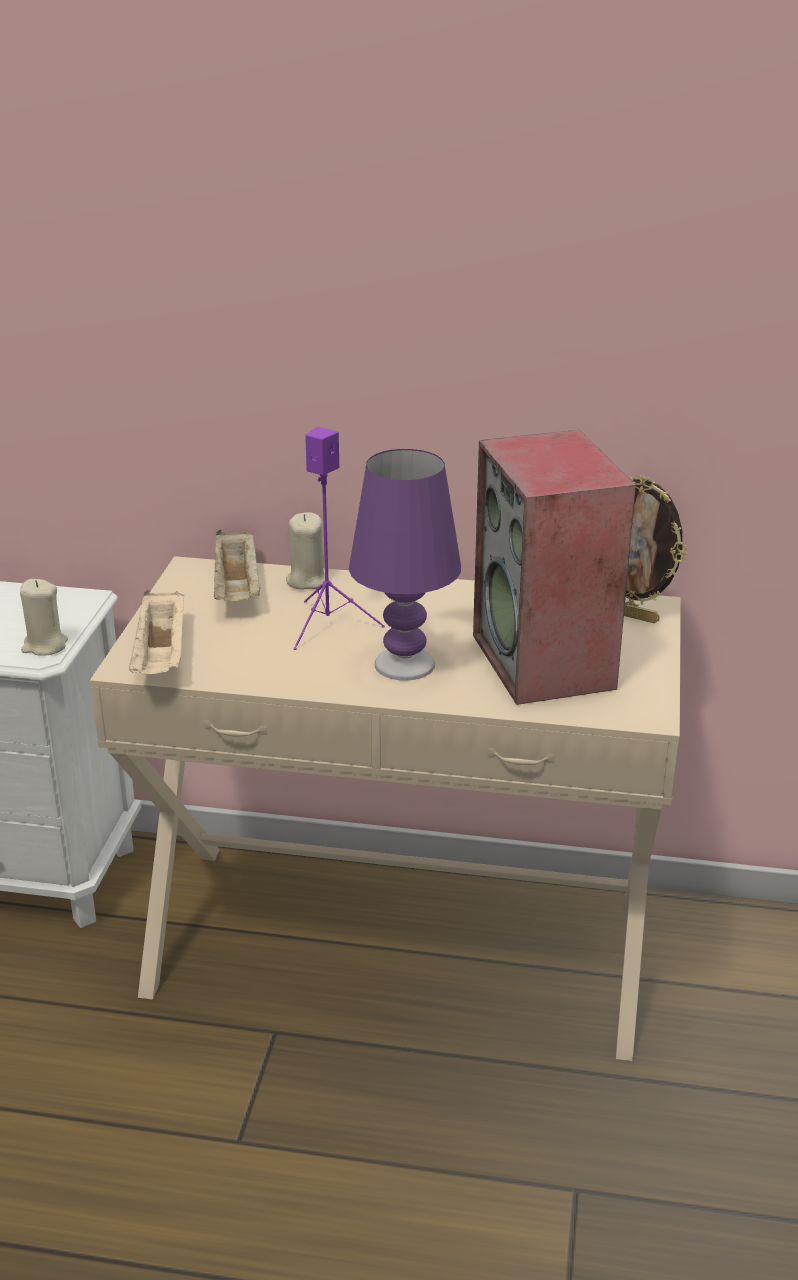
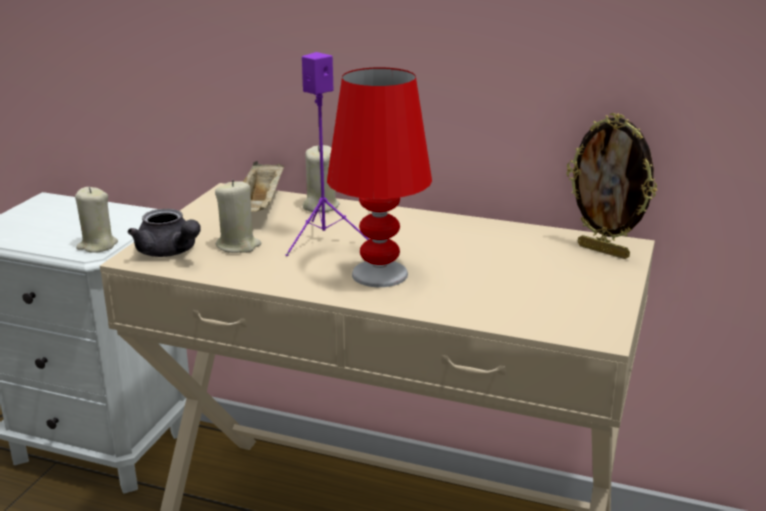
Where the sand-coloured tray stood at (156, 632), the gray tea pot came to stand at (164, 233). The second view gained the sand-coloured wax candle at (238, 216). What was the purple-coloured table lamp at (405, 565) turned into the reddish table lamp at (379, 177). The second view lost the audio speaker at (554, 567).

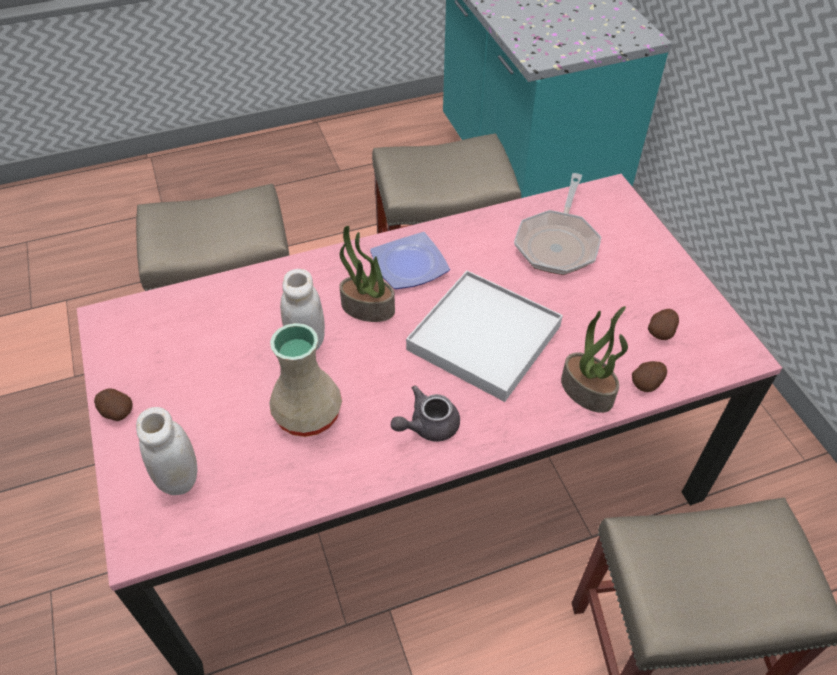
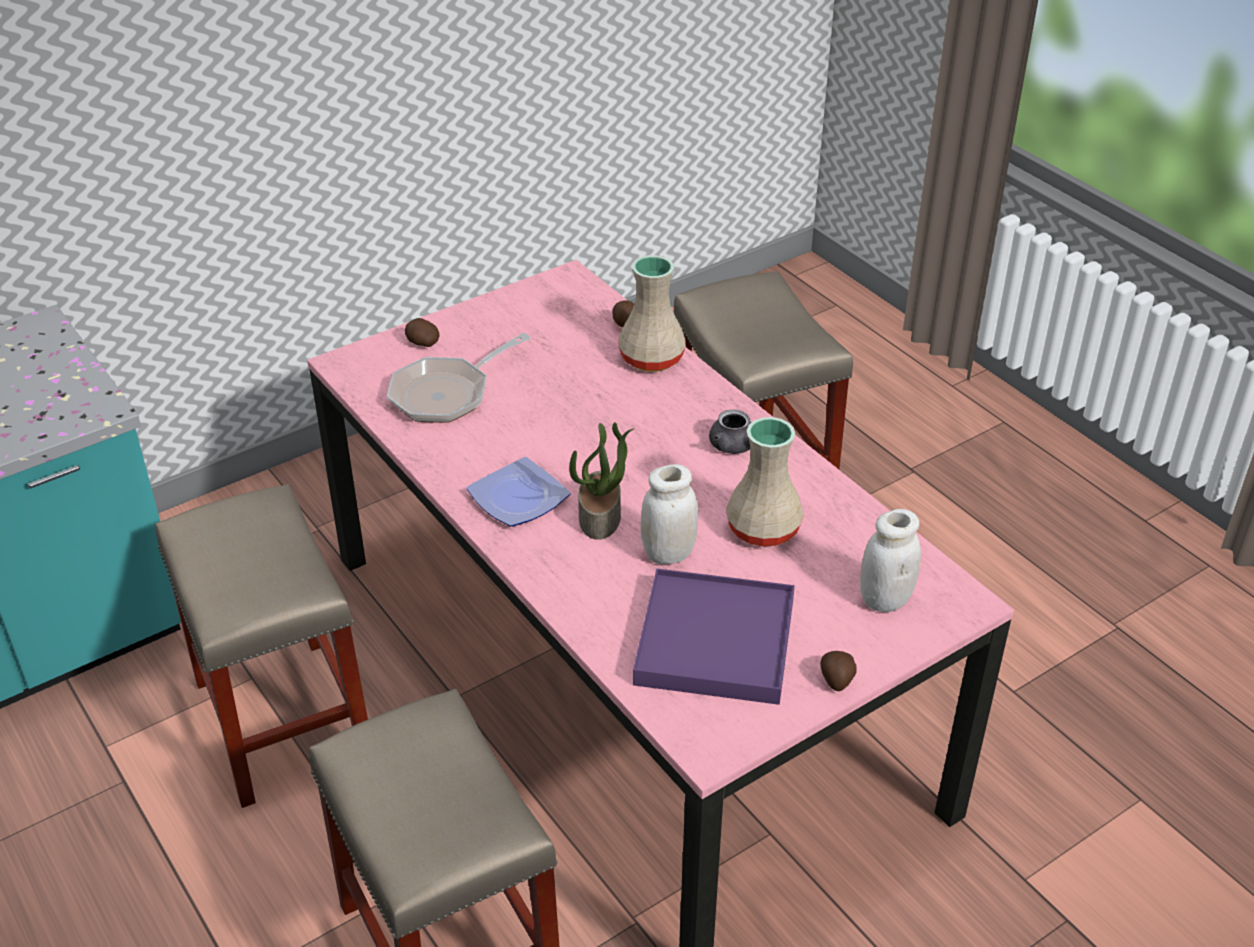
The skillet at (557, 224) ended up facing another way, 135 degrees clockwise from before. The whole potato ended up elsewhere, having gone from (663, 324) to (422, 332). Where the plant in a pot stood at (594, 359), the sand-coloured vase came to stand at (652, 313). The second view gained the purple-coloured tray at (714, 637). The second view lost the white-coloured tray at (484, 336).

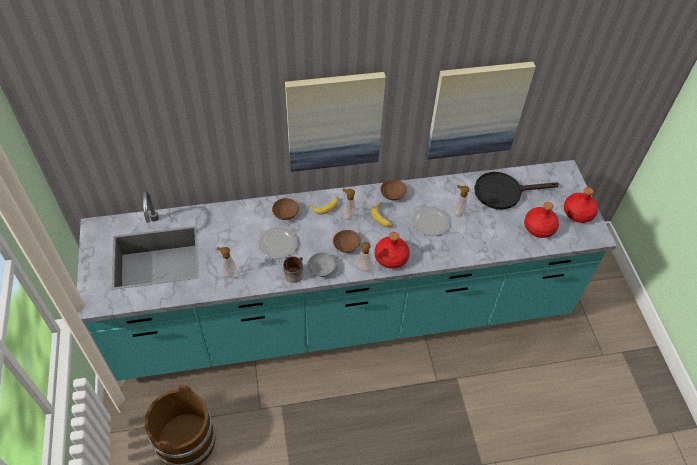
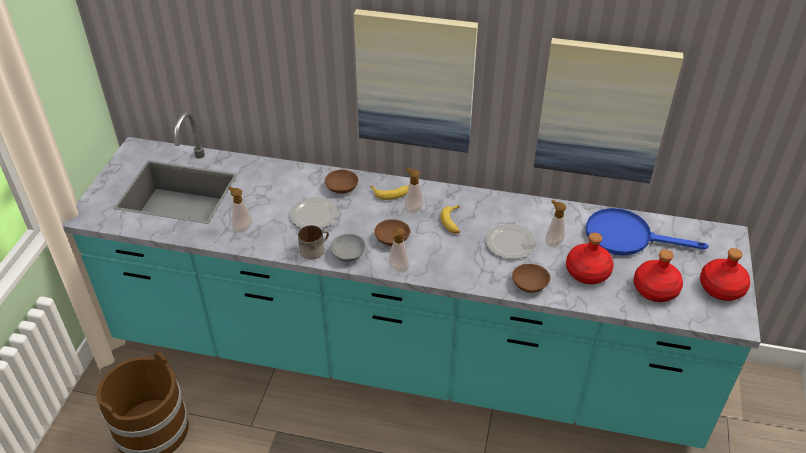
The brown-coloured serving bowl ended up elsewhere, having gone from (393, 189) to (531, 278). The reddish bottle ended up elsewhere, having gone from (392, 250) to (590, 258). What was the blackish skillet at (516, 190) turned into the bluish skillet at (647, 232).

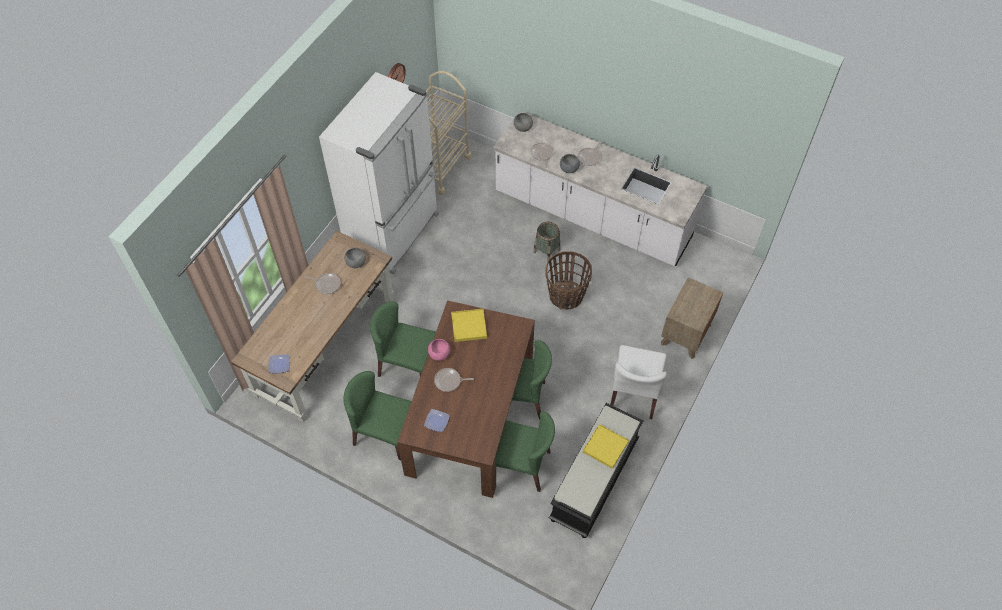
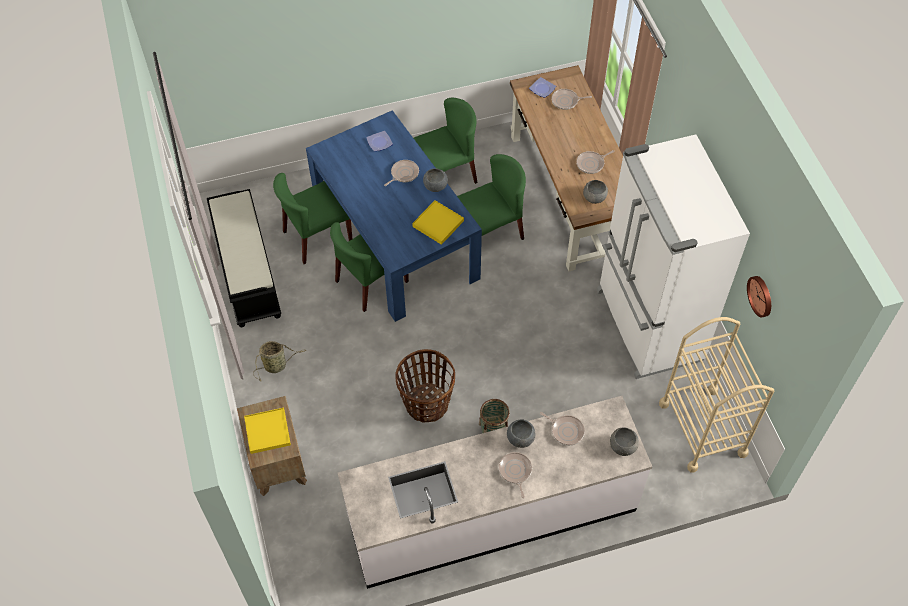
The yellow-coloured tray ended up elsewhere, having gone from (606, 446) to (267, 431). Where the white-coloured chair stood at (638, 382), the basket came to stand at (280, 361). What was the brown-coloured kitchen table at (466, 399) turned into the bluish kitchen table at (394, 216). What was the pinkish serving bowl at (439, 350) turned into the gray serving bowl at (435, 180). The second view gained the skillet at (572, 99).

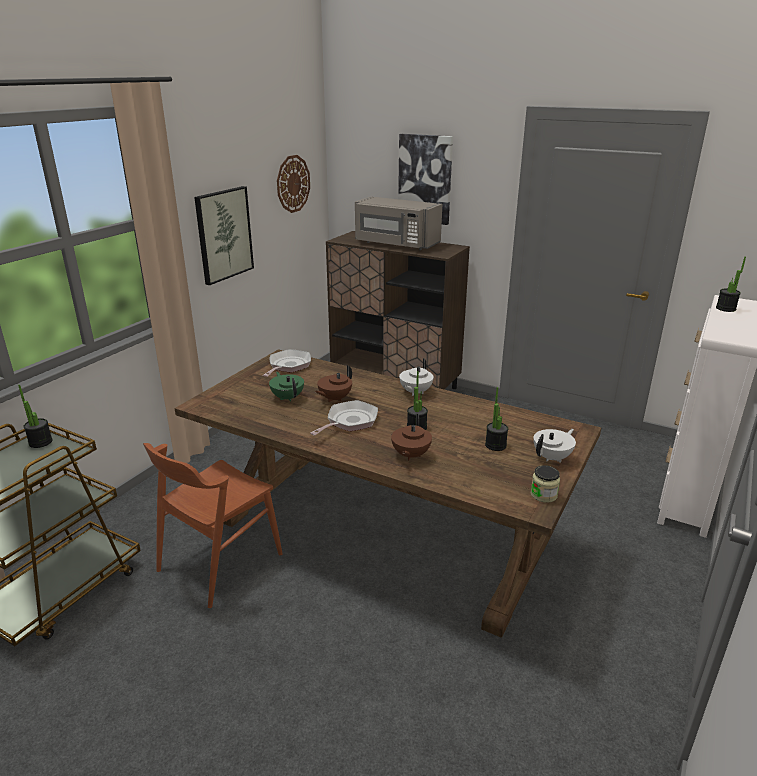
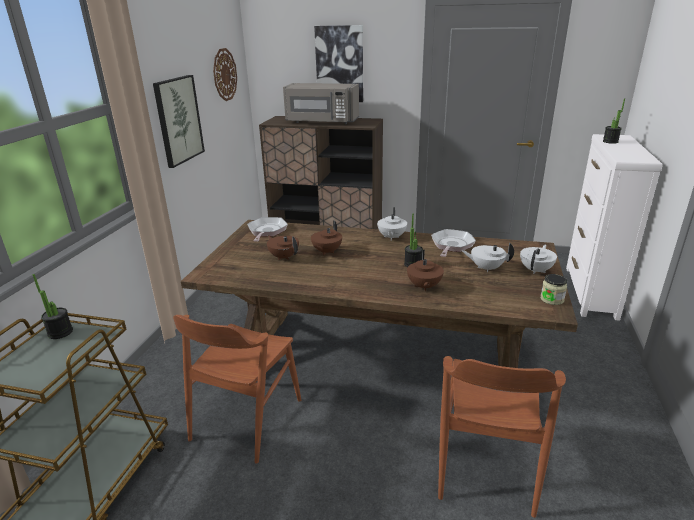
What was the green tea pot at (286, 387) turned into the brown-coloured tea pot at (283, 247). The skillet ended up elsewhere, having gone from (344, 417) to (453, 243). The second view gained the brown-coloured chair at (502, 437). Where the plant in a pot stood at (496, 419), the white-coloured tea pot came to stand at (488, 257).

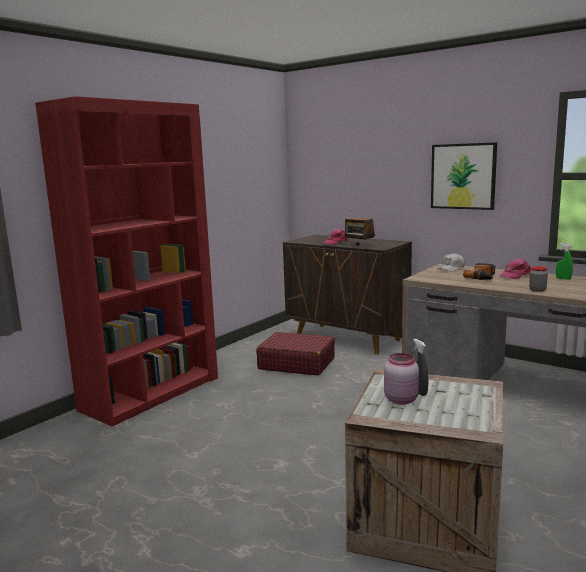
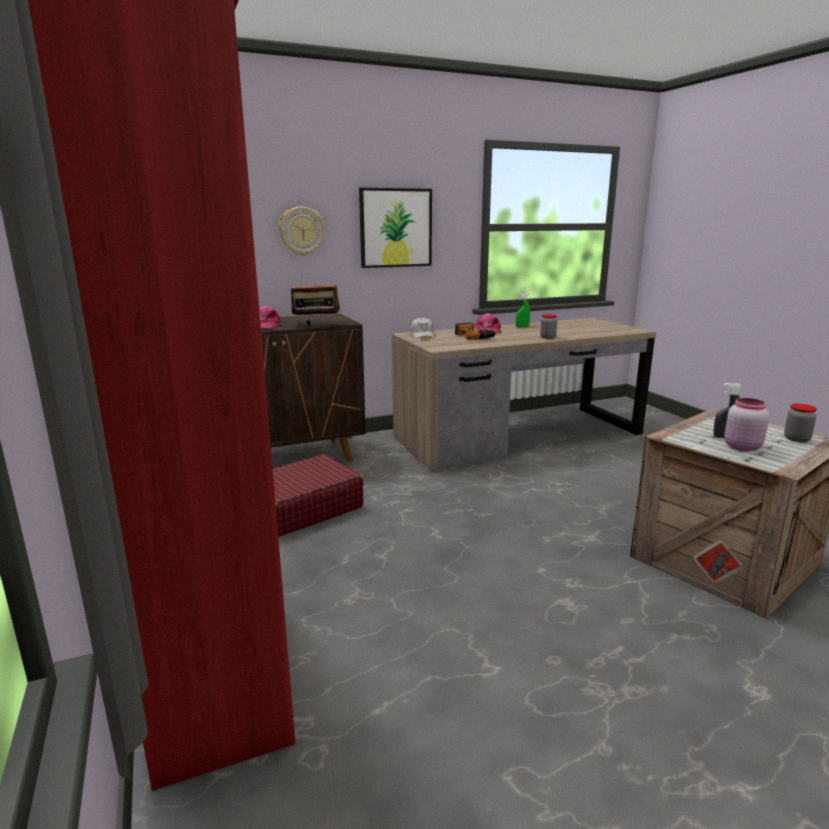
The second view gained the wall clock at (302, 231). The second view gained the preserve jar at (800, 423).

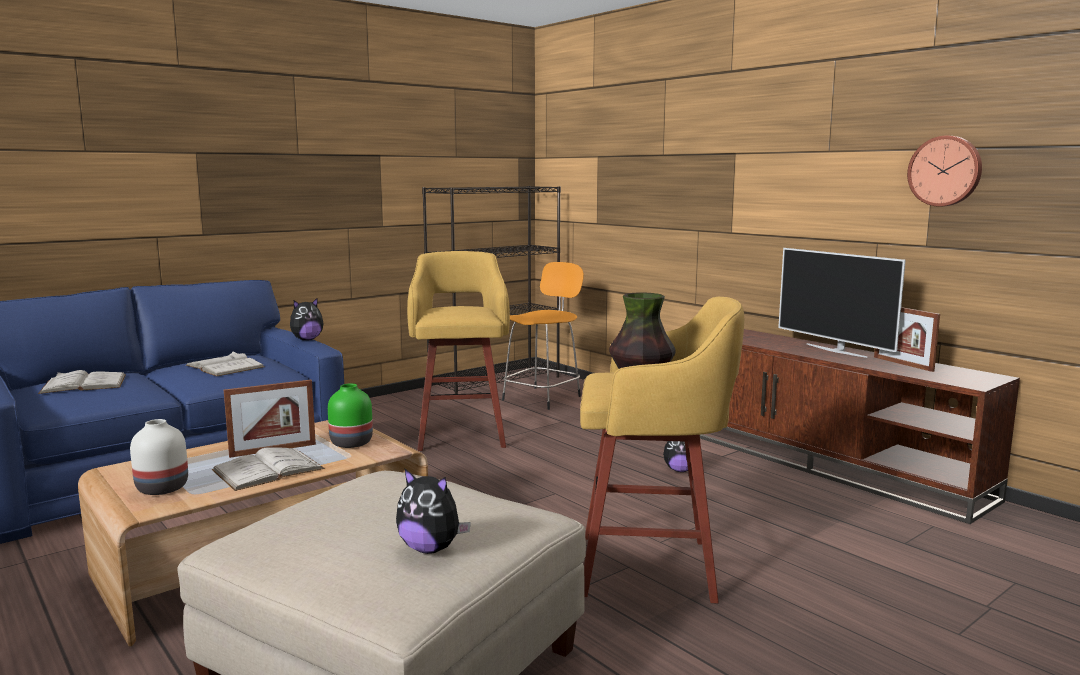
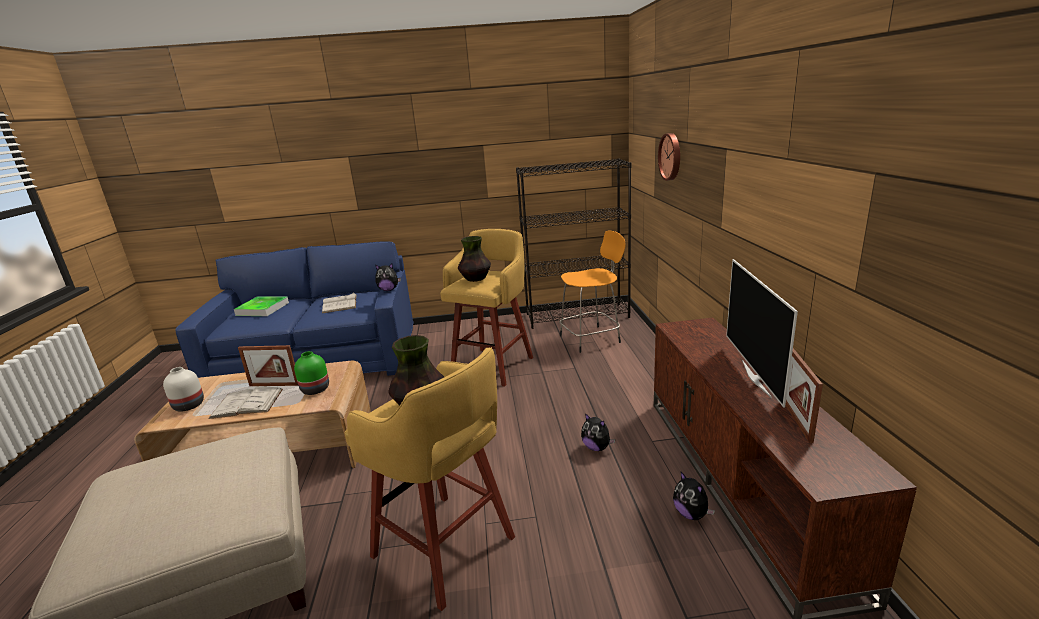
Where the white-coloured bound book stood at (82, 382), the tray came to stand at (261, 306). The second view gained the vase at (474, 259). The wall clock ended up elsewhere, having gone from (944, 171) to (669, 157). The soft toy ended up elsewhere, having gone from (433, 511) to (694, 496).

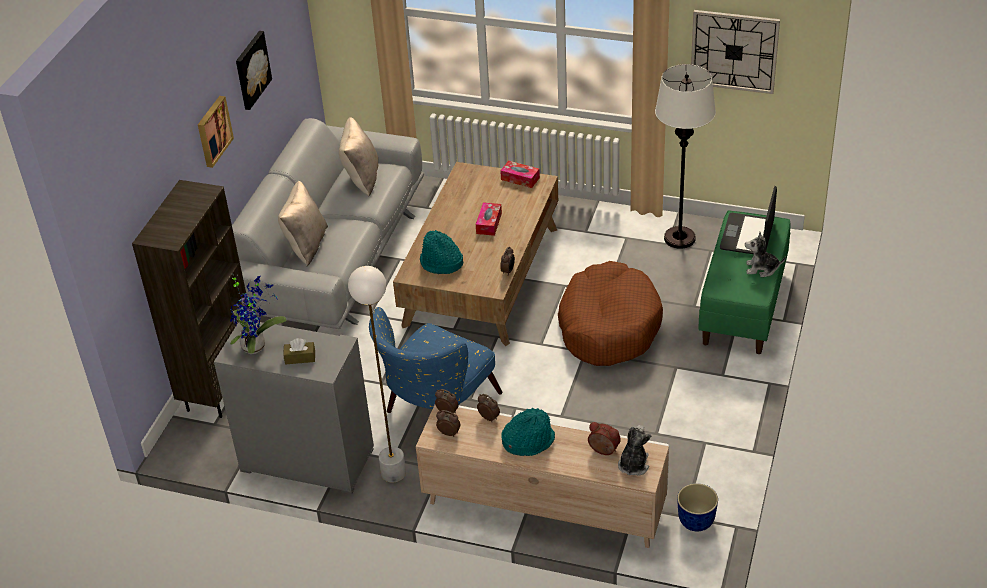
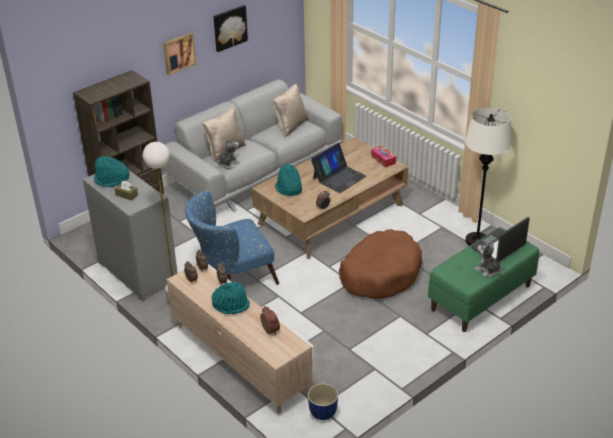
Where the plant in a pot stood at (258, 315), the turquoise wearable hat came to stand at (112, 171). The soft toy ended up elsewhere, having gone from (634, 450) to (228, 154). Where the box of tissues stood at (489, 219), the laptop came to stand at (339, 168). The second view lost the wall clock at (735, 52).

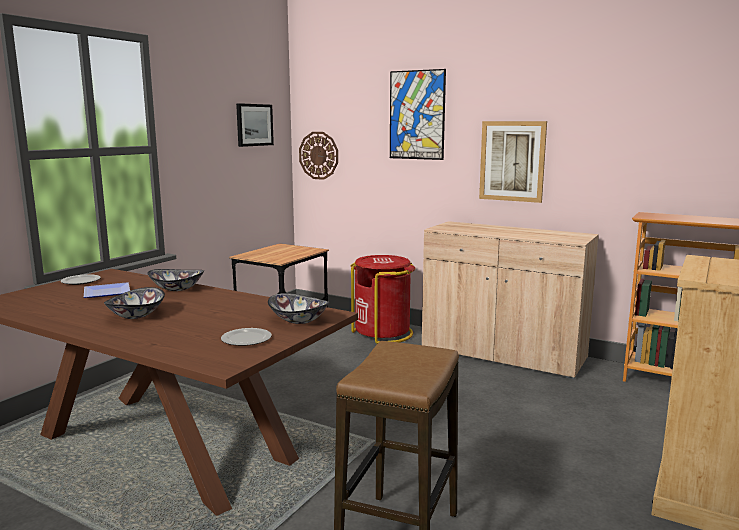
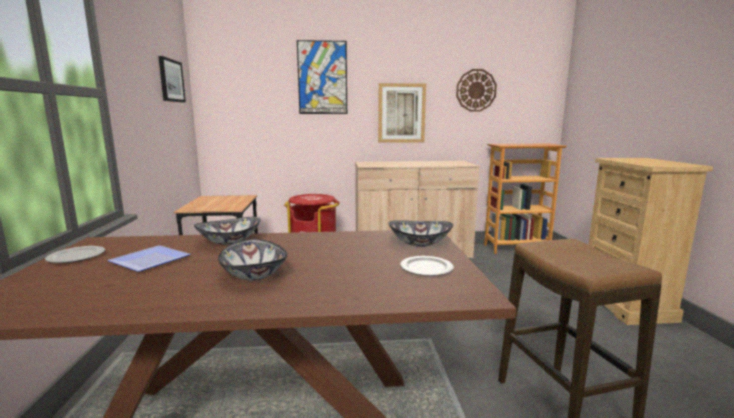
The wall clock ended up elsewhere, having gone from (318, 156) to (476, 90).

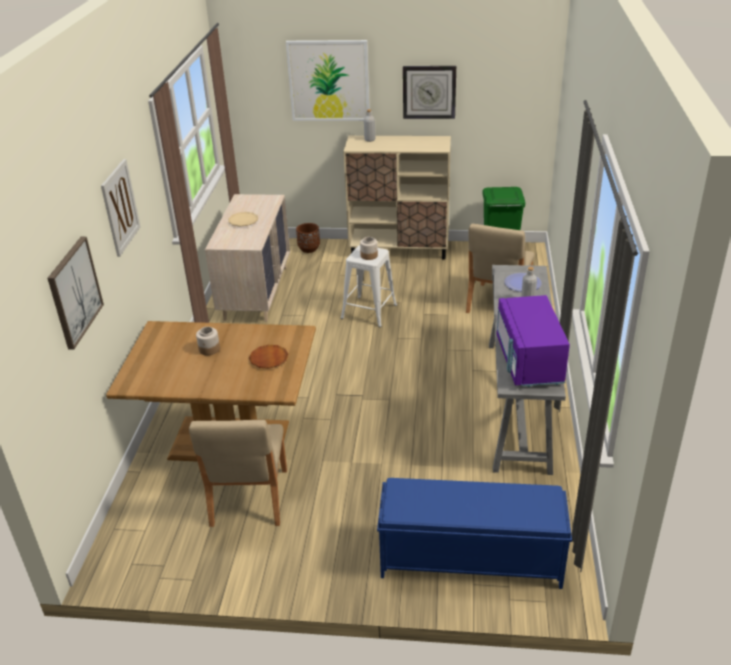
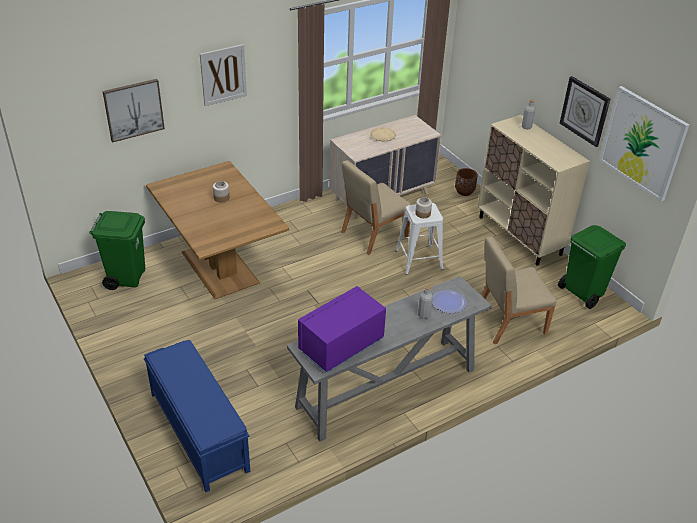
The second view gained the green trash can at (117, 250). The sand-coloured chair ended up elsewhere, having gone from (238, 473) to (376, 207). The wall art ended up elsewhere, having gone from (328, 80) to (644, 143). The second view lost the brown-coloured plate at (269, 356).

